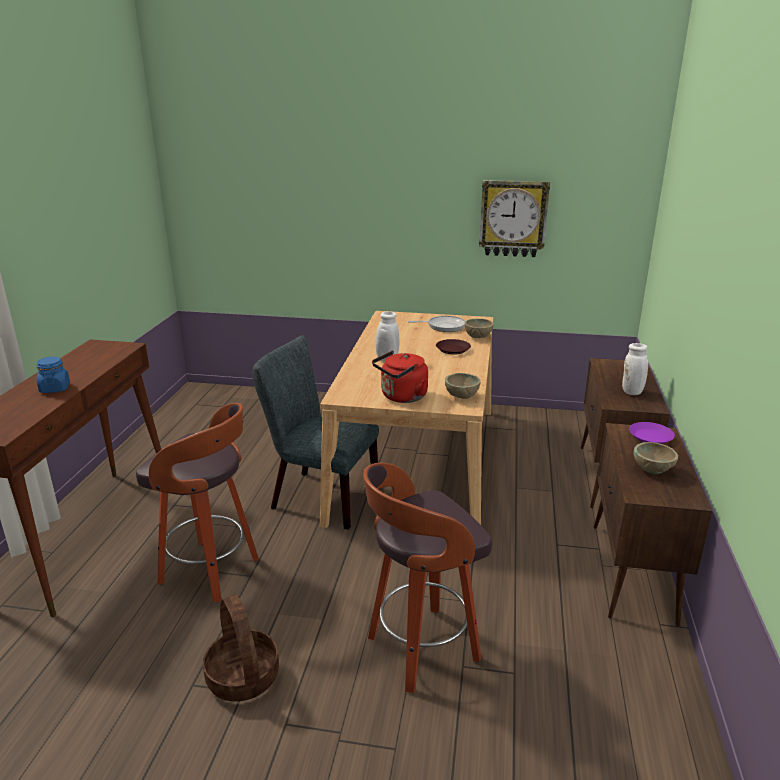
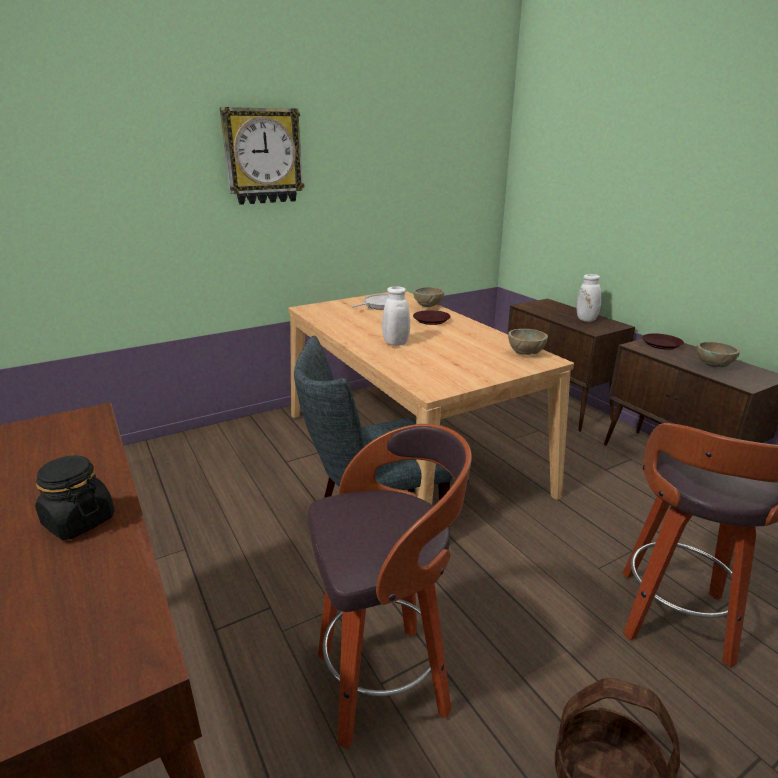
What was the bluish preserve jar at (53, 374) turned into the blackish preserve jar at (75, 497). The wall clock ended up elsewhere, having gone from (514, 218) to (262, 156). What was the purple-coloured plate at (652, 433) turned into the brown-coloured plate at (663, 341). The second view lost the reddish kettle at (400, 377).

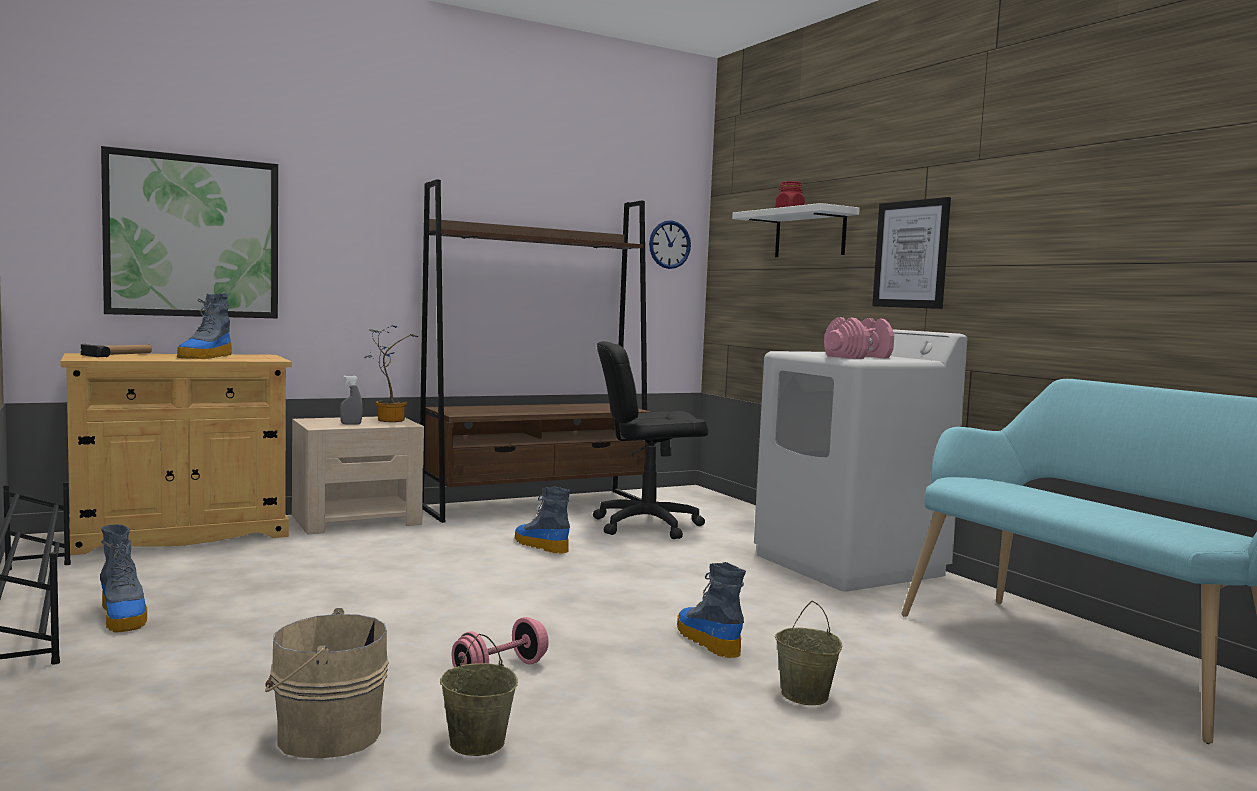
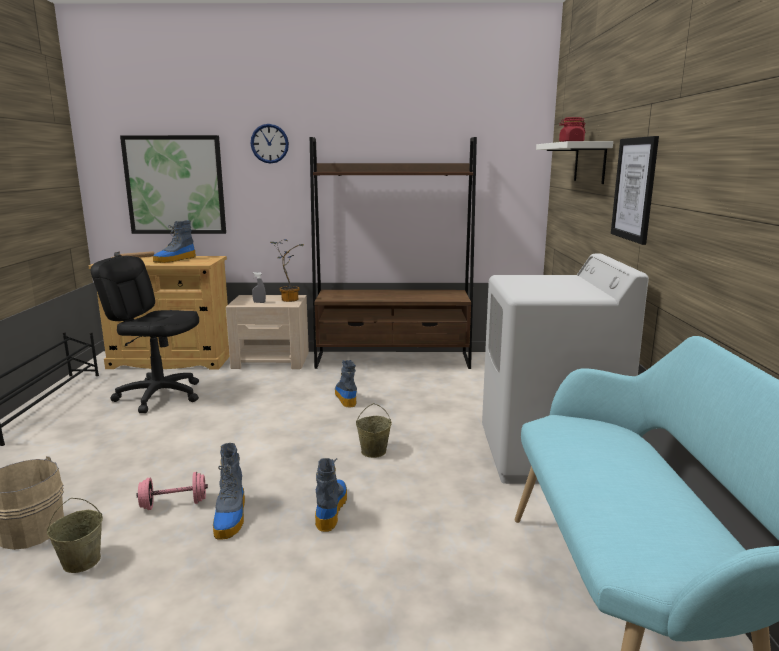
The blackish computer chair ended up elsewhere, having gone from (651, 440) to (145, 334). The high-top boot ended up elsewhere, having gone from (123, 578) to (229, 491). The wall clock ended up elsewhere, having gone from (670, 244) to (270, 144). The sand-coloured water bucket ended up elsewhere, having gone from (808, 653) to (374, 430). The second view lost the pinkish free weight at (859, 338).

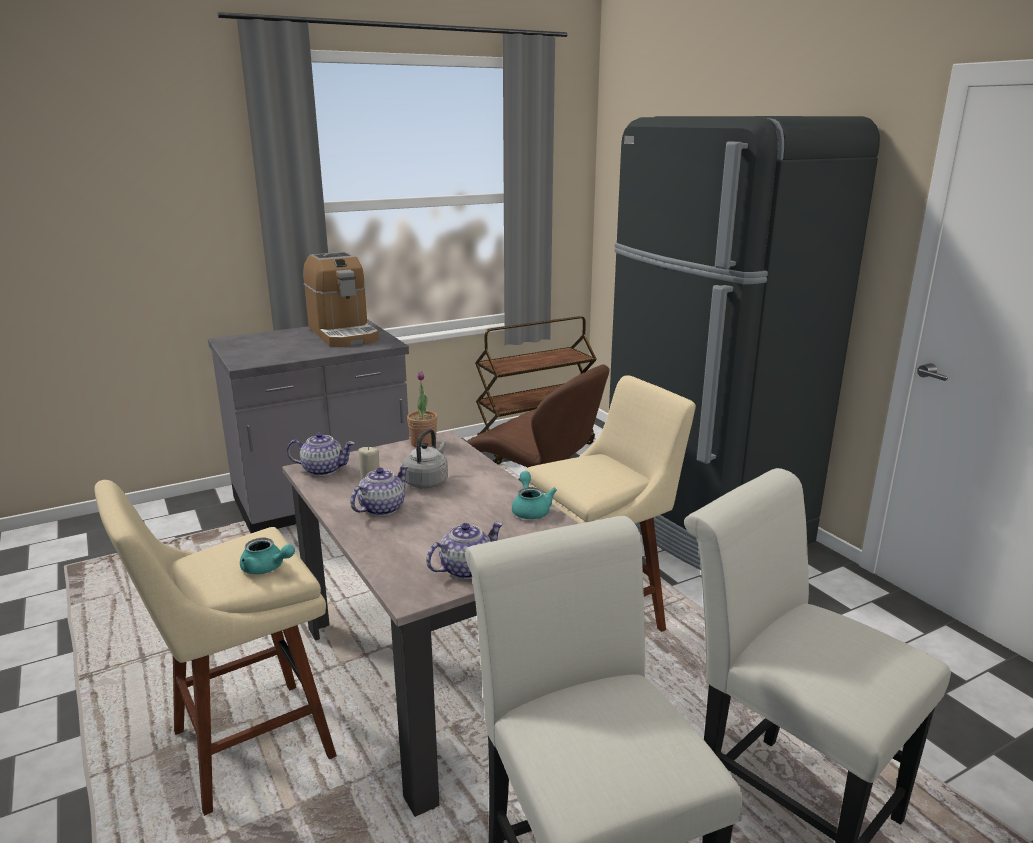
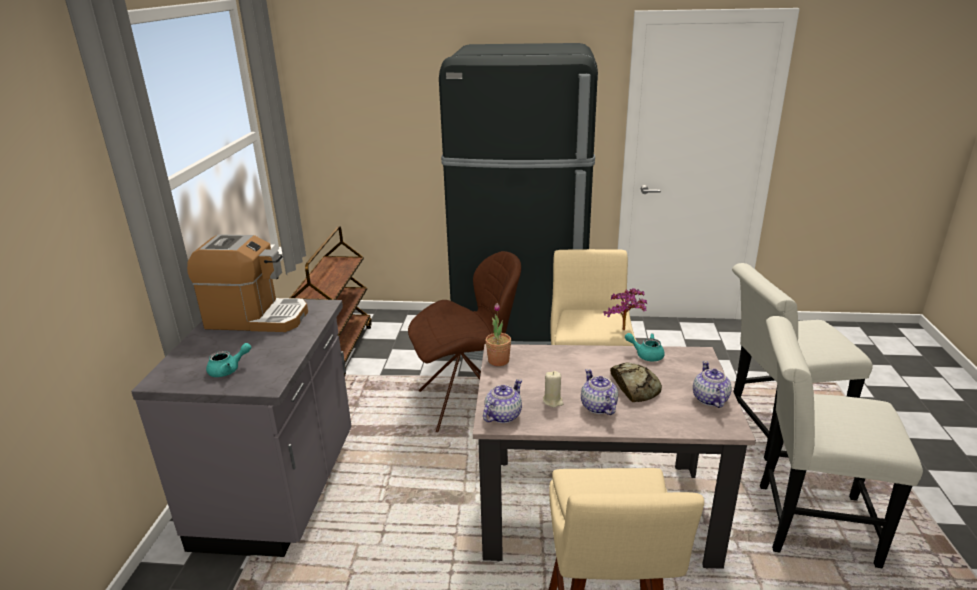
The turquoise tea pot ended up elsewhere, having gone from (267, 556) to (228, 360). The second view gained the plant in a pot at (625, 309). The second view gained the bread at (636, 382). The second view lost the gray kettle at (425, 458).

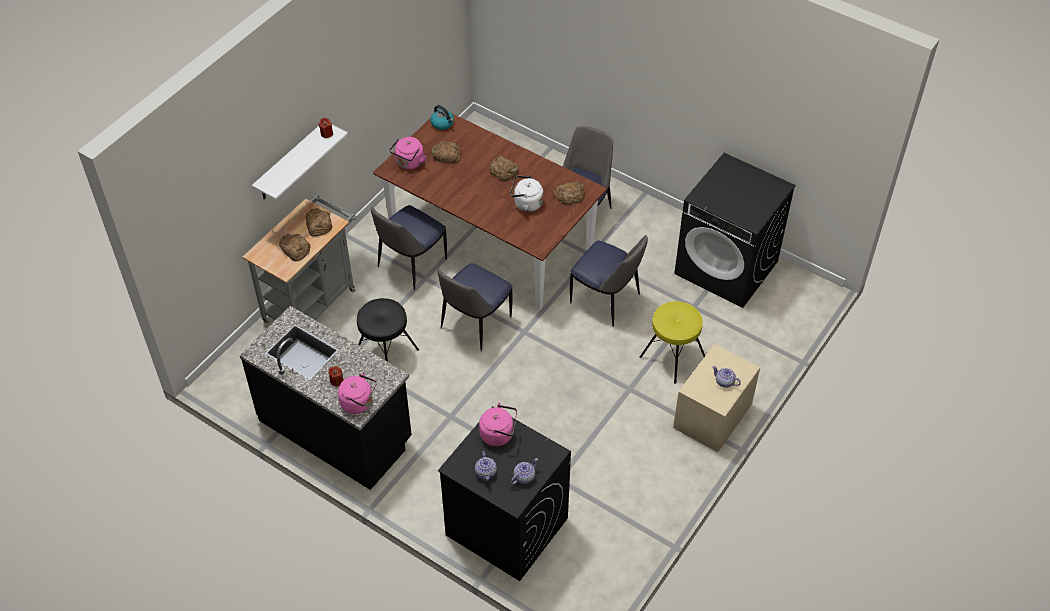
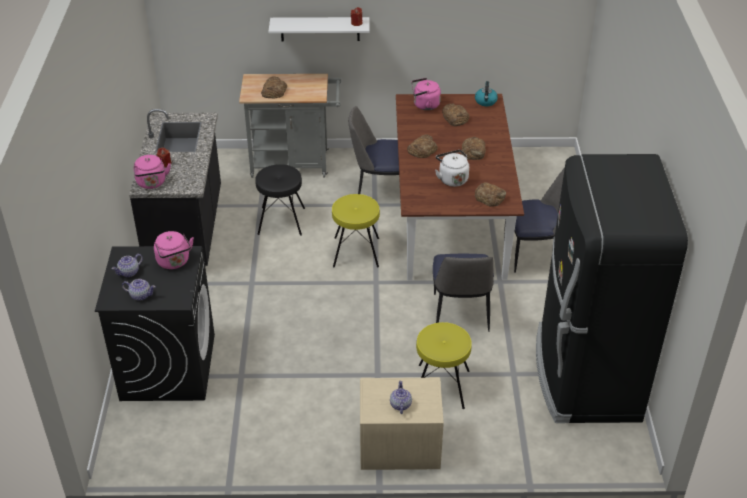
Where the chair stood at (474, 307), the yellow-coloured stool seat came to stand at (356, 231). The bread ended up elsewhere, having gone from (319, 222) to (422, 146). Where the blackish laundry appliance stood at (735, 230), the blackish refrigerator came to stand at (612, 288).

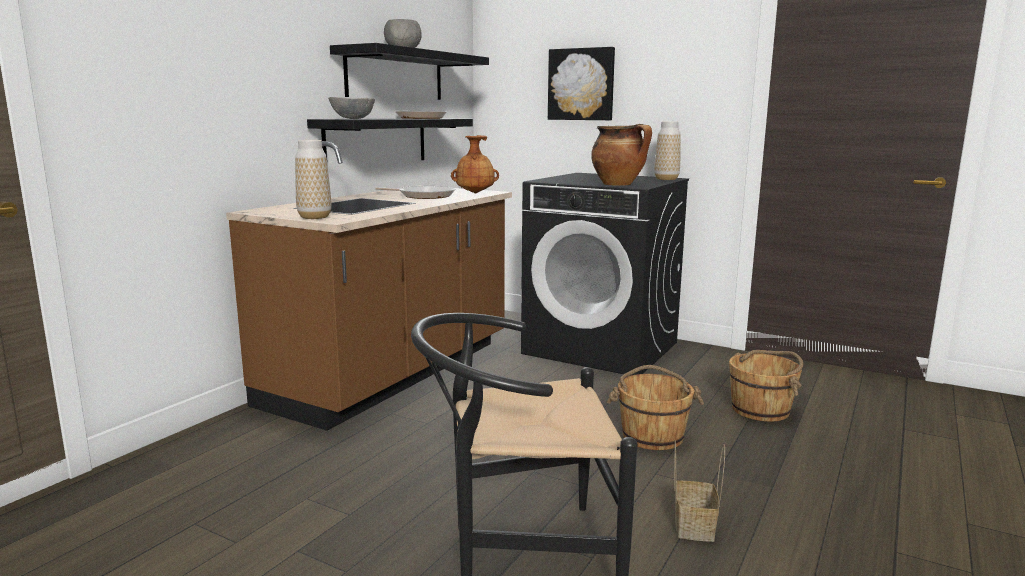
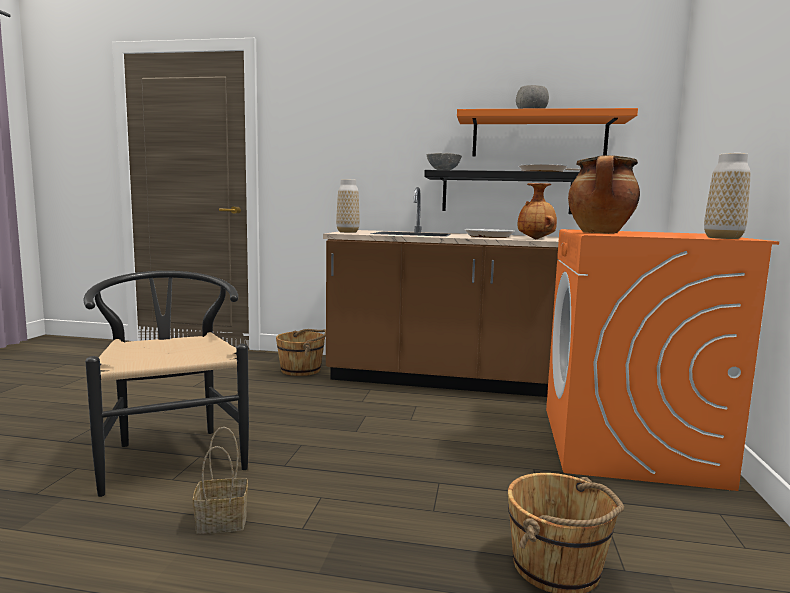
The brown-coloured water bucket ended up elsewhere, having gone from (655, 407) to (301, 352). What was the blackish wall shelf at (409, 71) turned into the orangey wall shelf at (547, 132). What was the blackish laundry appliance at (605, 274) turned into the orangey laundry appliance at (662, 360). The second view lost the wall art at (581, 83).

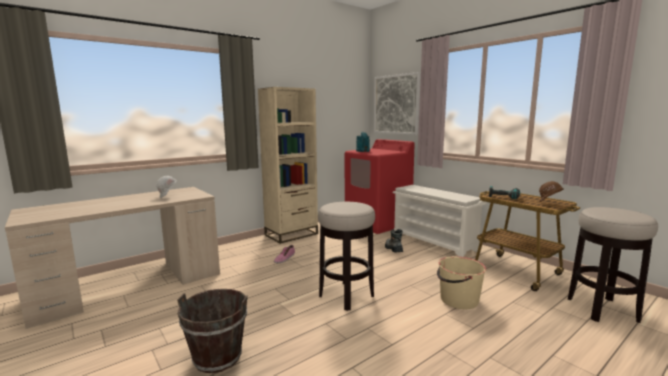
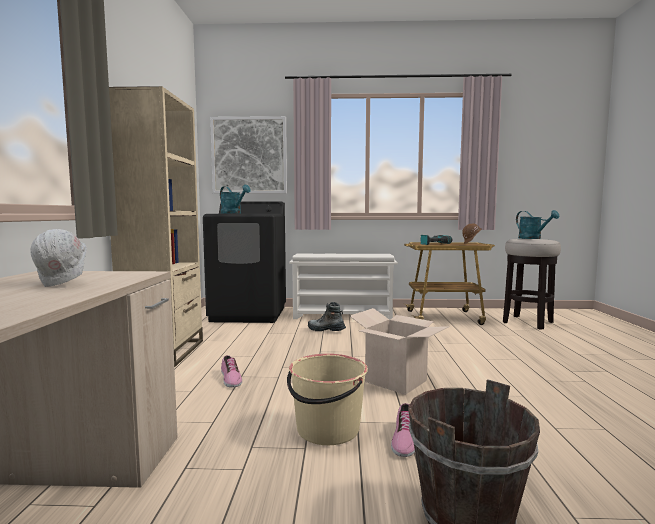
What was the reddish laundry appliance at (380, 186) turned into the blackish laundry appliance at (244, 262). The sand-coloured water bucket ended up elsewhere, having gone from (461, 282) to (327, 399). Where the stool seat stood at (346, 256), the cardboard box came to stand at (400, 351). The second view gained the shoe at (403, 430). The second view gained the turquoise sprinkling can at (537, 224).

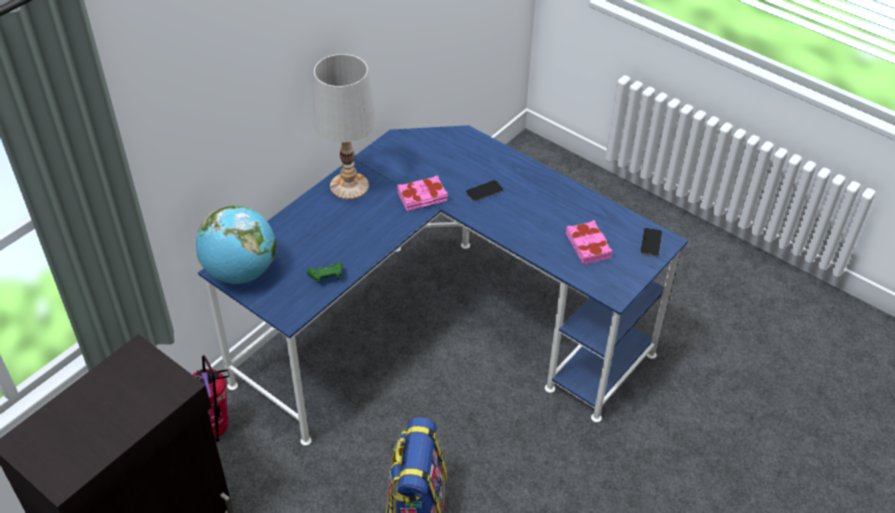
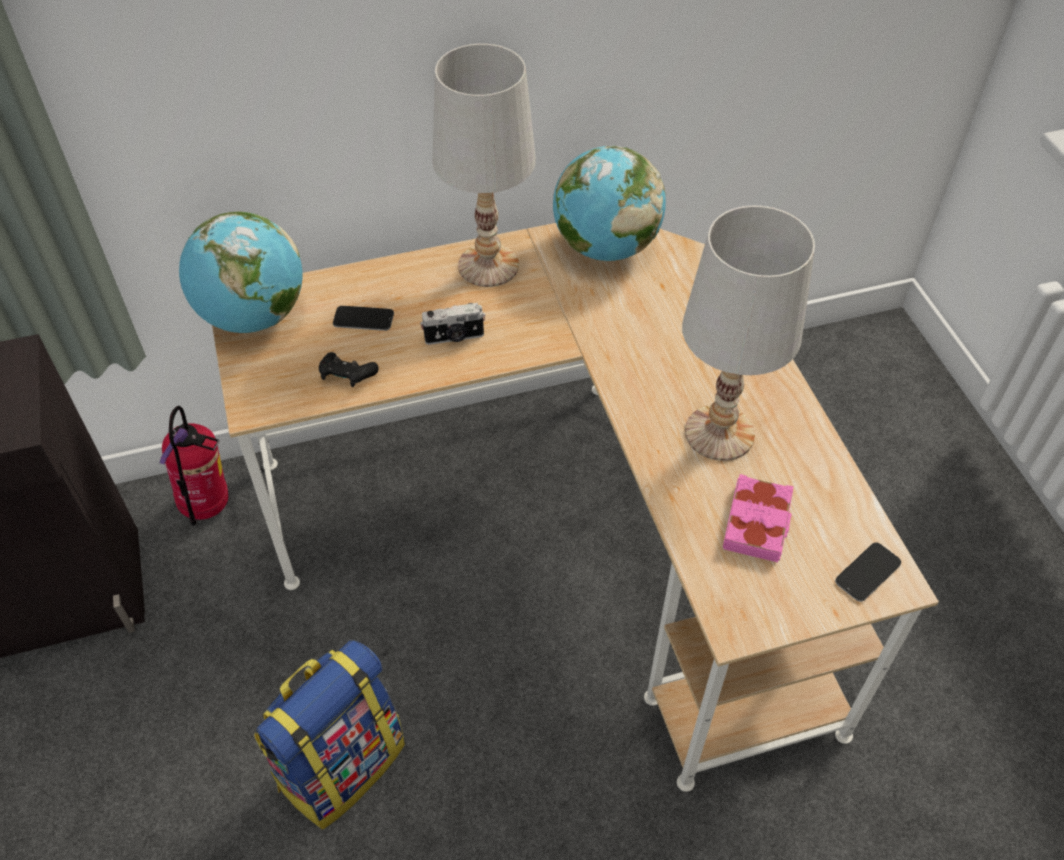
What was the bluish desk table at (443, 285) turned into the sand-coloured desk table at (575, 507). What was the green gamepad at (325, 272) turned into the blackish gamepad at (349, 369). The phone ended up elsewhere, having gone from (484, 191) to (363, 318). The second view gained the still camera at (453, 324). The second view gained the globe at (609, 203). The second view gained the white-coloured table lamp at (748, 333). The second view lost the pinkish bound book at (422, 193).

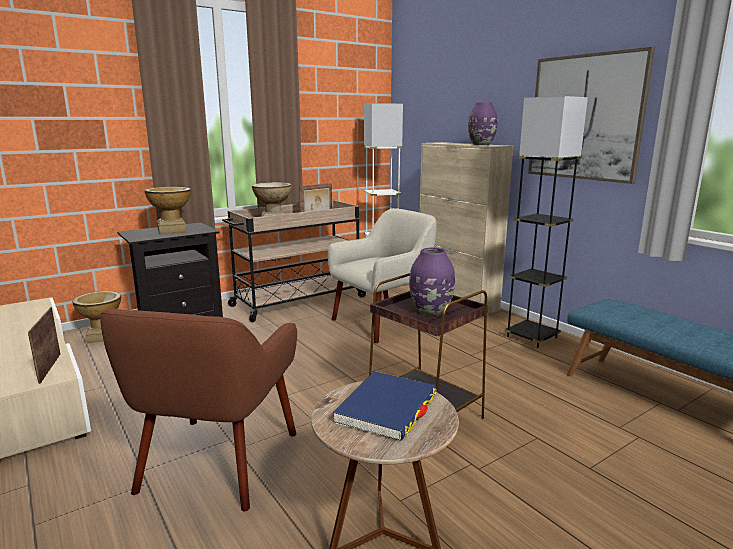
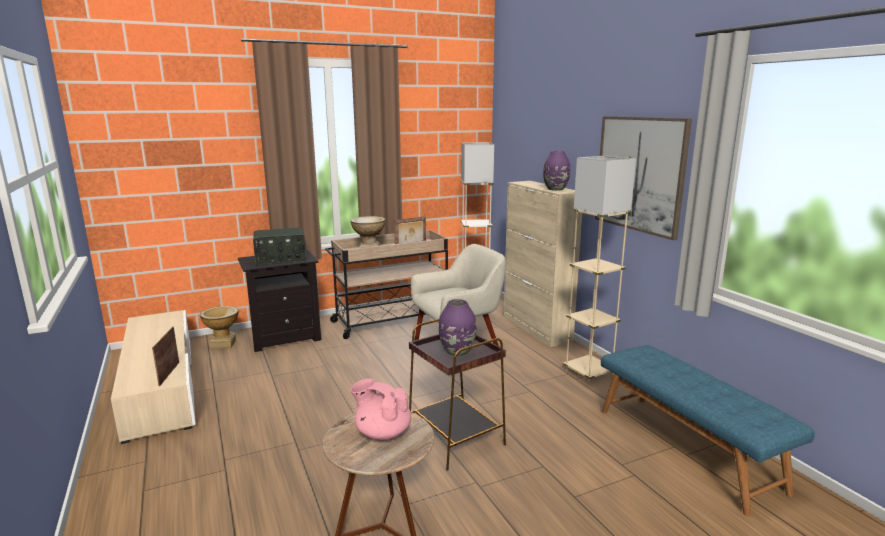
Where the vase stood at (167, 210), the radio receiver came to stand at (279, 246). Where the bluish bound book stood at (385, 406), the pinkish tea pot came to stand at (381, 409). What was the blackish floor lamp at (546, 222) turned into the sand-coloured floor lamp at (599, 269). The second view lost the brown-coloured armchair at (198, 410).

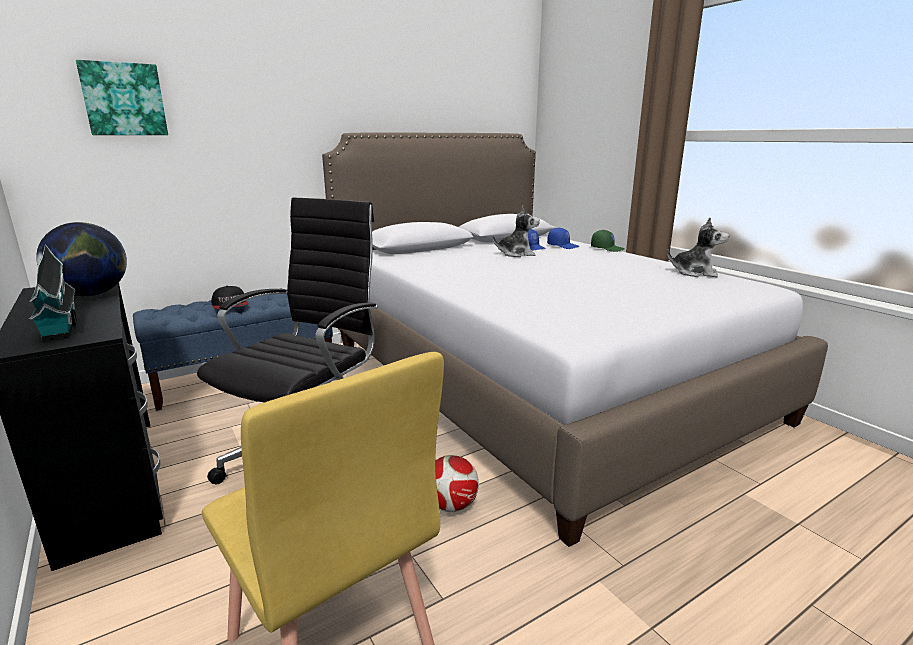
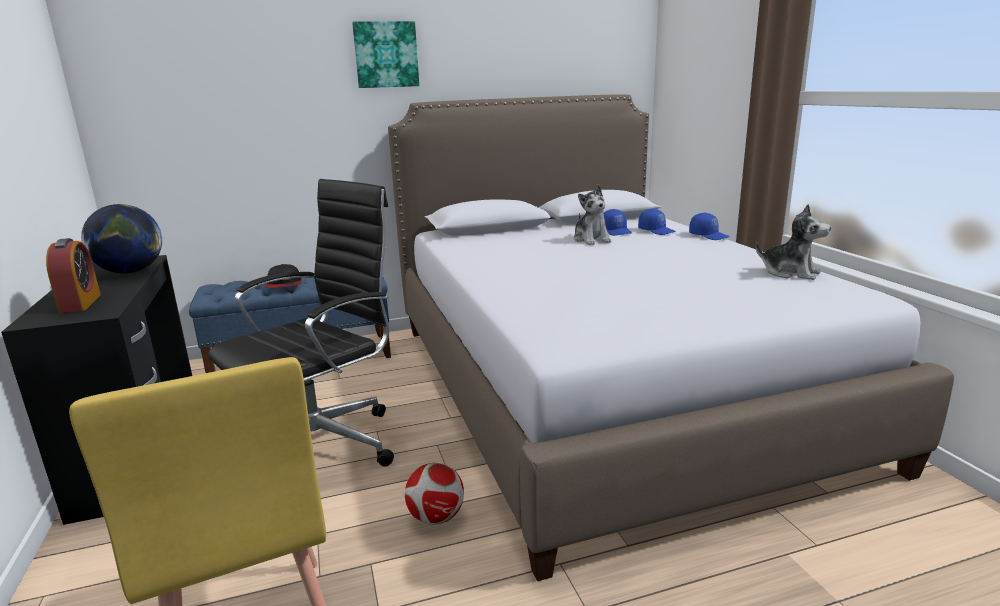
Where the miniature house stood at (53, 292), the bedside clock came to stand at (73, 275). The wall art ended up elsewhere, having gone from (122, 97) to (385, 54). The soft toy at (516, 231) ended up facing another way, 60 degrees clockwise from before. What was the green peaked cap at (608, 241) turned into the bluish peaked cap at (709, 226).

